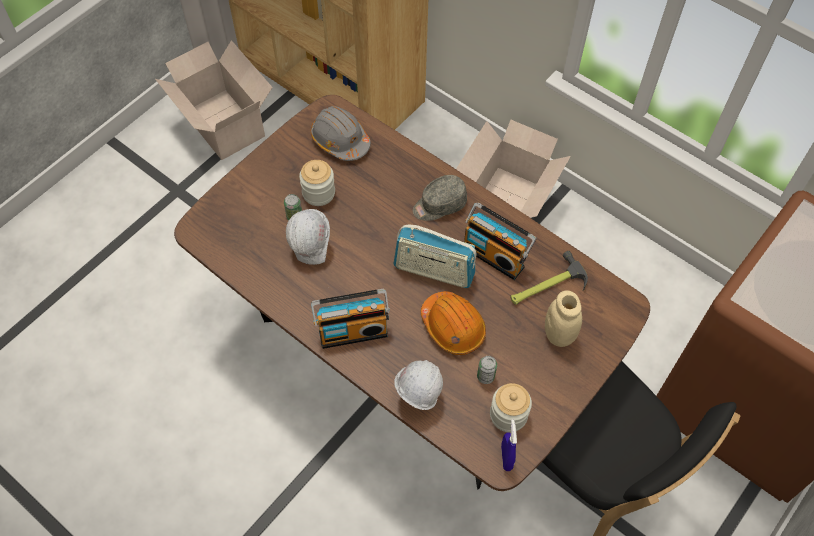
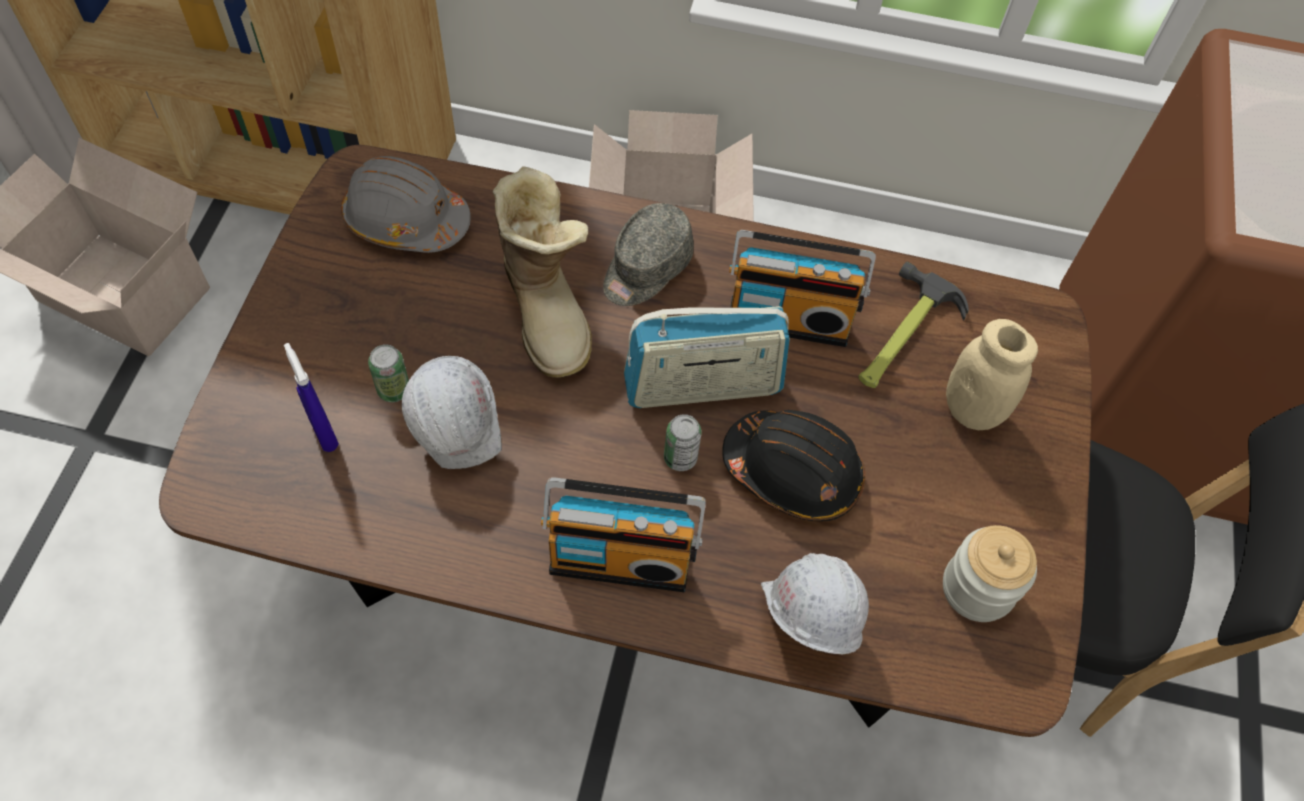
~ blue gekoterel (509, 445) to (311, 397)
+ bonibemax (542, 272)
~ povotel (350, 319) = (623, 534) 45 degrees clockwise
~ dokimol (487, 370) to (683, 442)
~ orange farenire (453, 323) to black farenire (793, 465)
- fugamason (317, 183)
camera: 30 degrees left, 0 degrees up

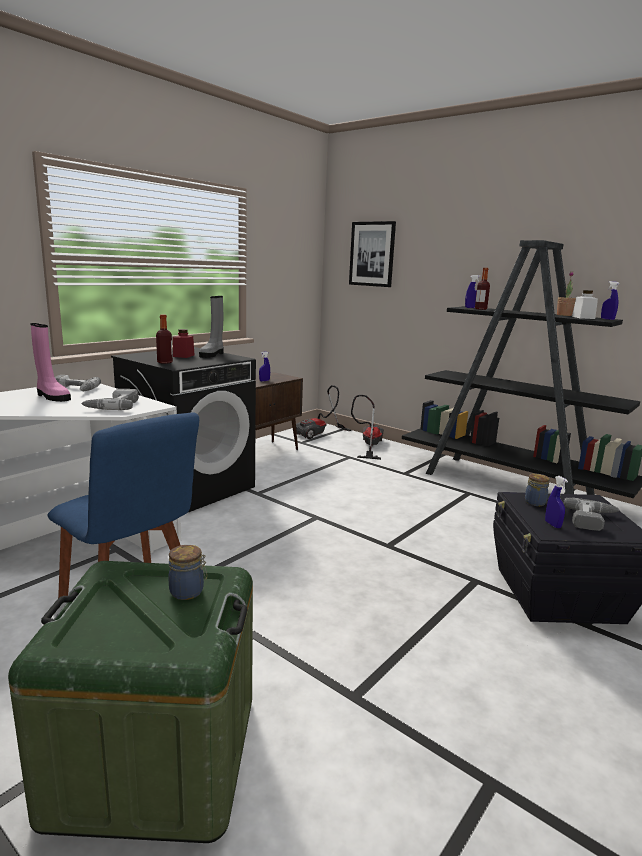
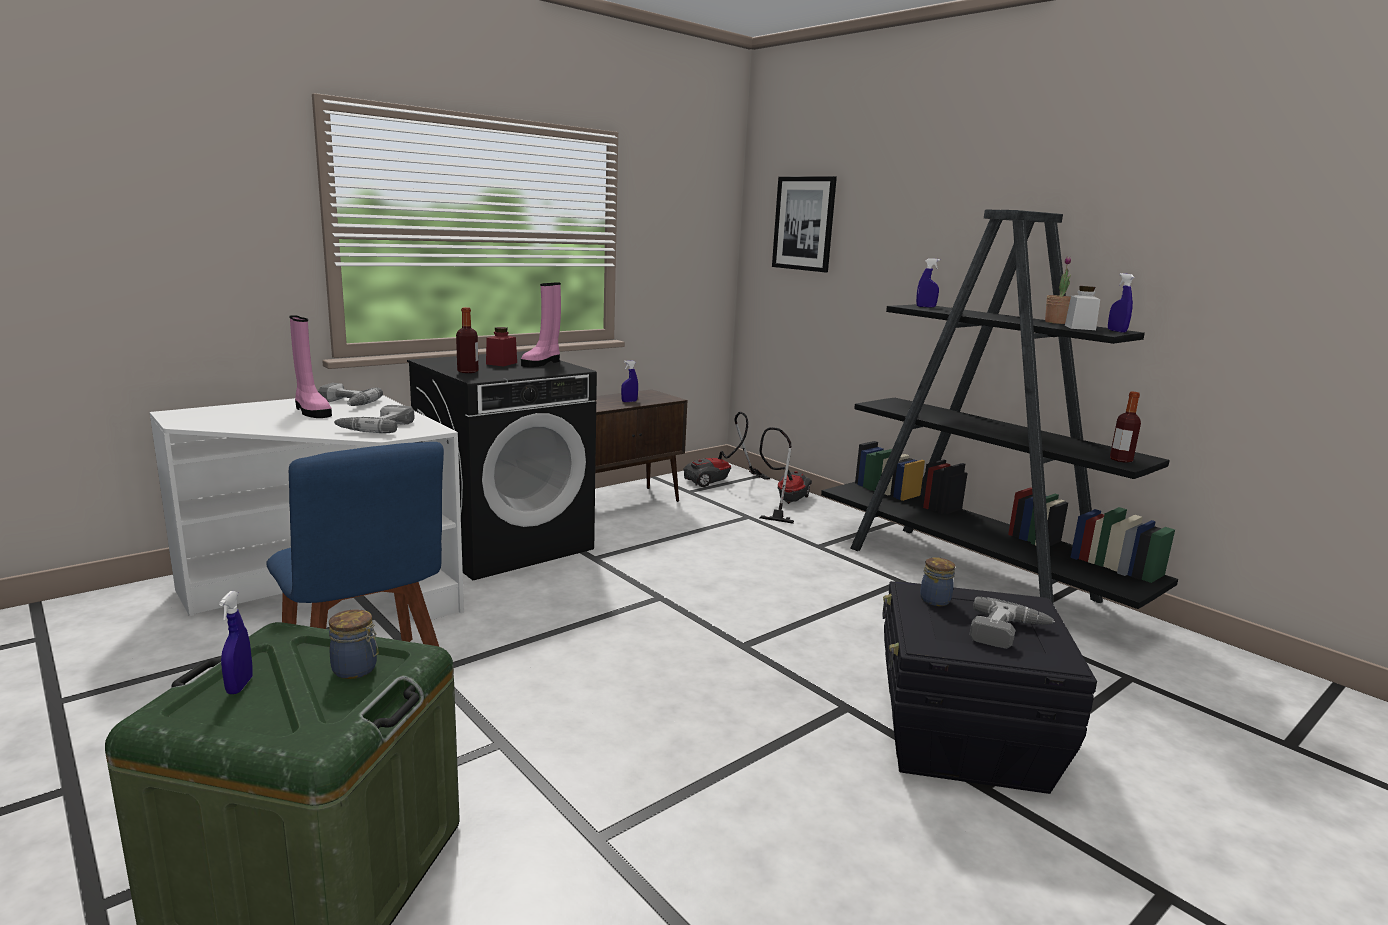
~ blue gekoterel (556, 502) to (236, 642)
~ grey bonibemax (211, 327) to pink bonibemax (541, 324)
~ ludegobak (482, 289) to (1125, 427)
camera: 10 degrees right, 0 degrees up

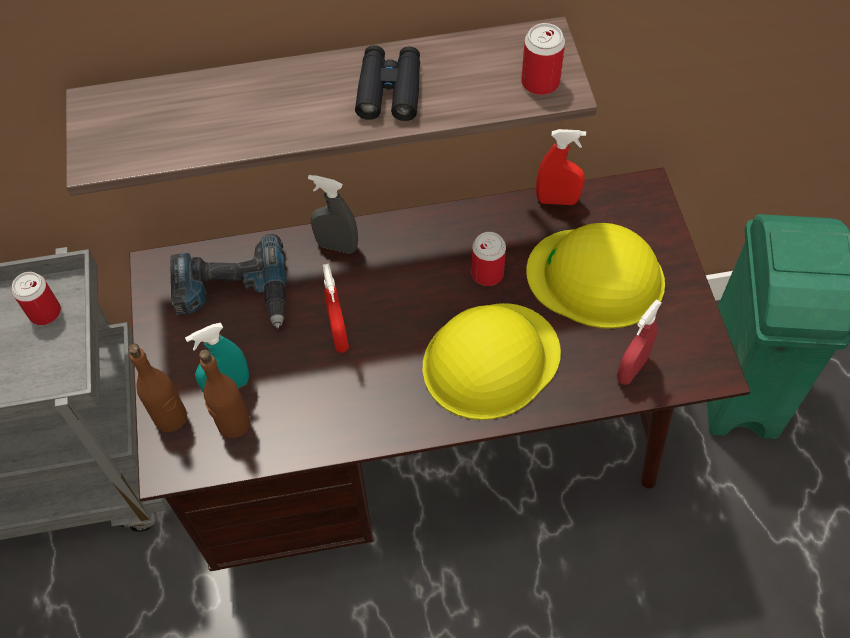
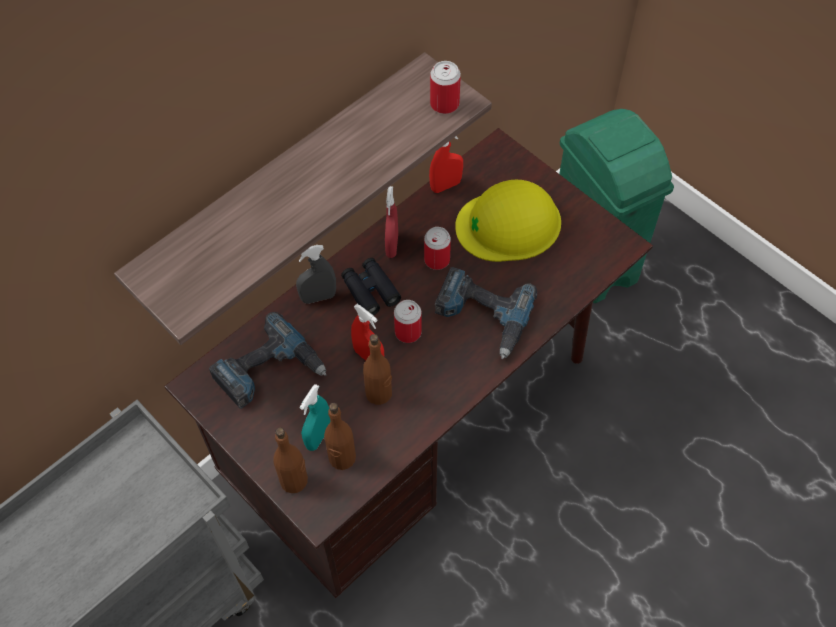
~ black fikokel (387, 83) to (371, 287)
+ brown ludegobak (377, 369)
~ red gekoterel (639, 342) to (391, 222)
~ dokimol (36, 298) to (408, 321)
~ yellow farenire (492, 361) to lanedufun (486, 313)
camera: 35 degrees left, 0 degrees up

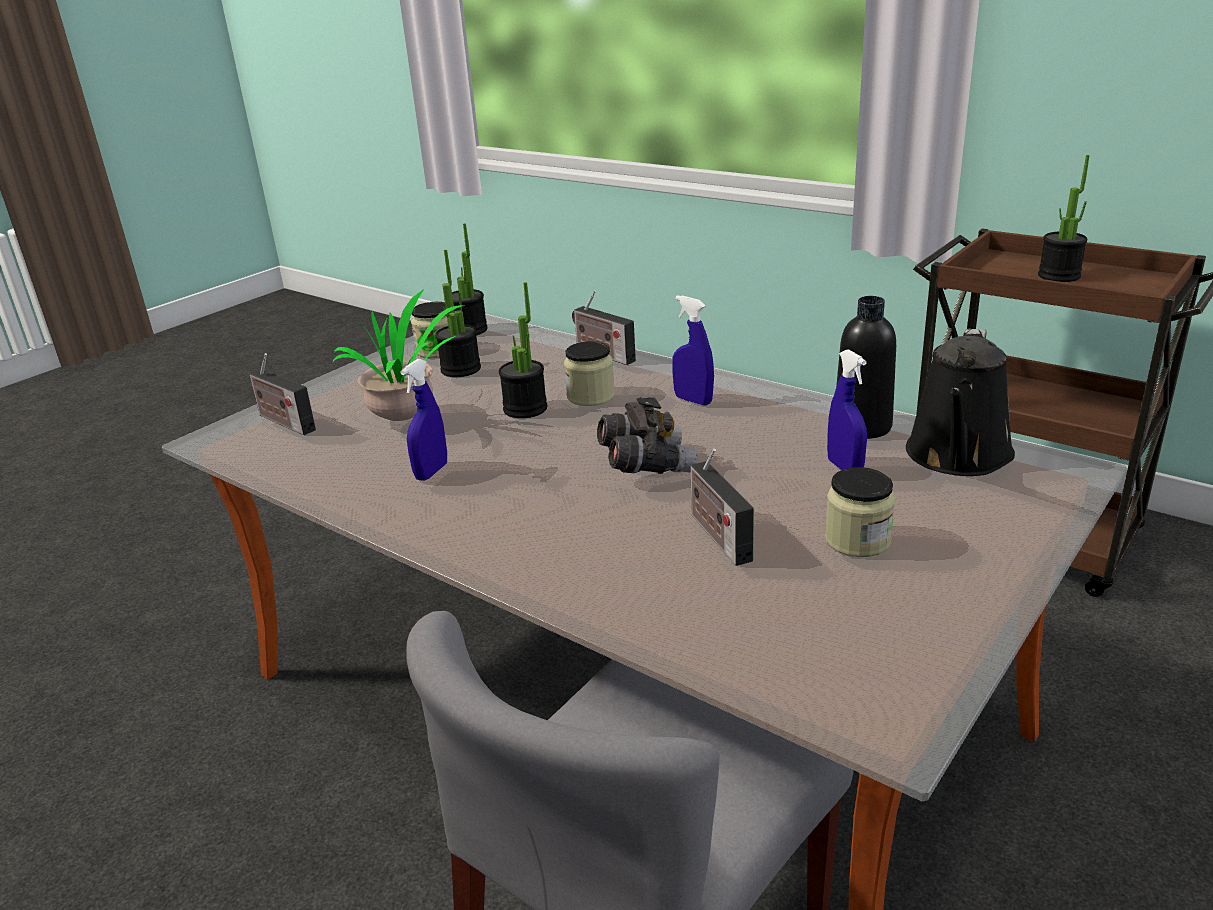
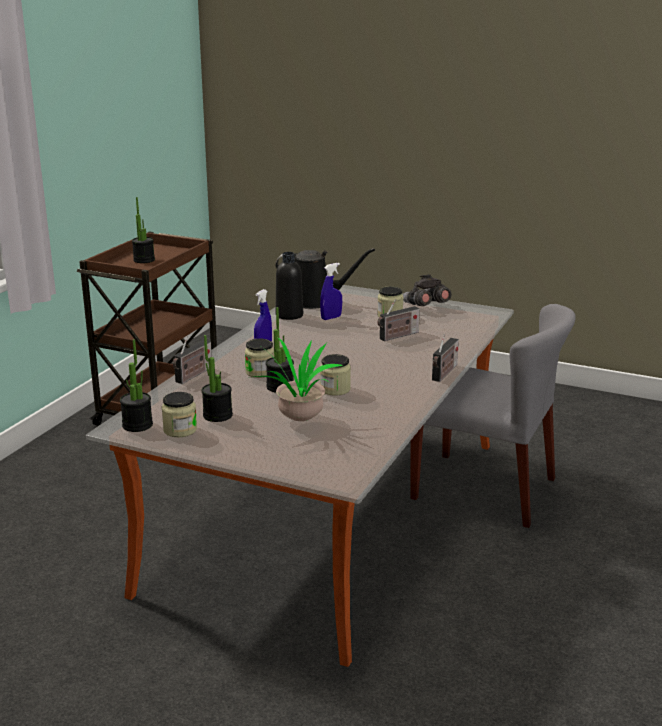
+ fugamason (335, 375)
~ grey fikokel (647, 435) to (427, 290)
~ povotel (283, 394) to (445, 358)
- blue gekoterel (424, 420)
camera: 105 degrees left, 5 degrees down

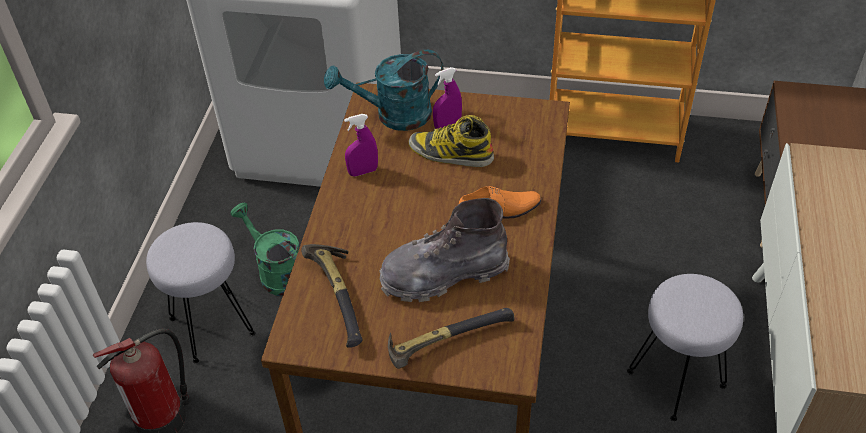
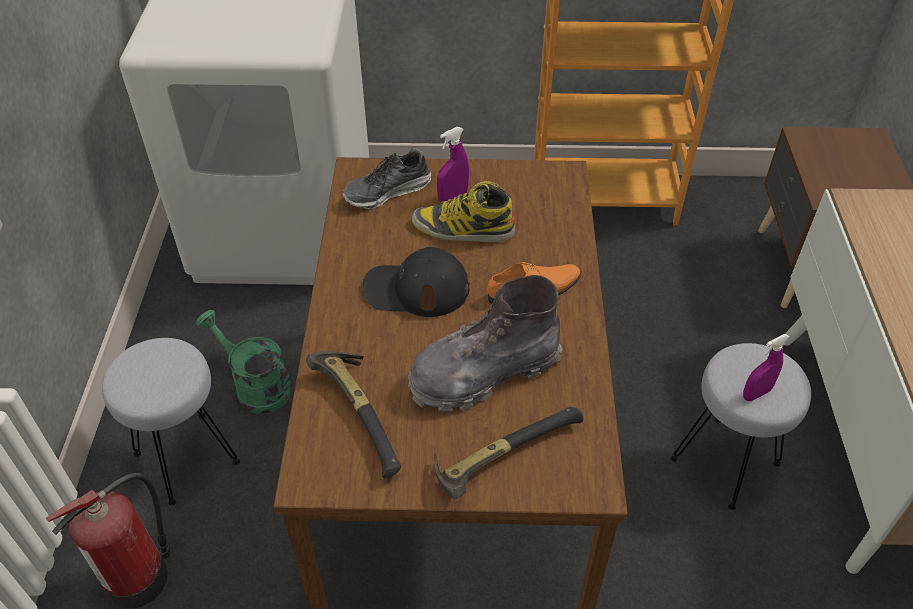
~ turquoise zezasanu (384, 90) to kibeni (387, 178)
+ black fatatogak (416, 282)
~ purple gekoterel (361, 145) to (766, 367)
camera: 10 degrees left, 0 degrees up

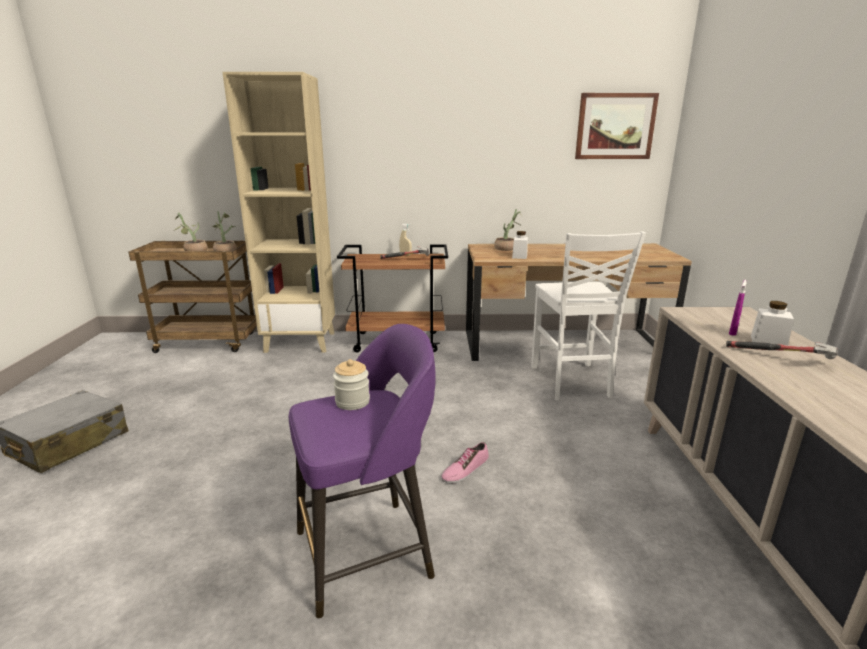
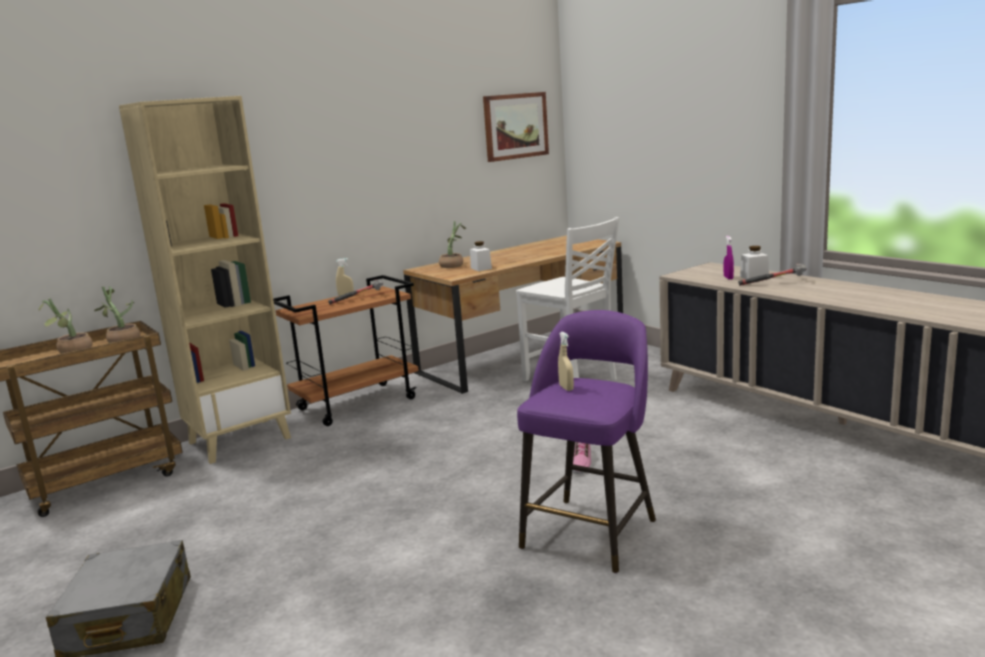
~ fugamason (351, 384) to beige gekoterel (566, 361)
camera: 35 degrees left, 5 degrees down

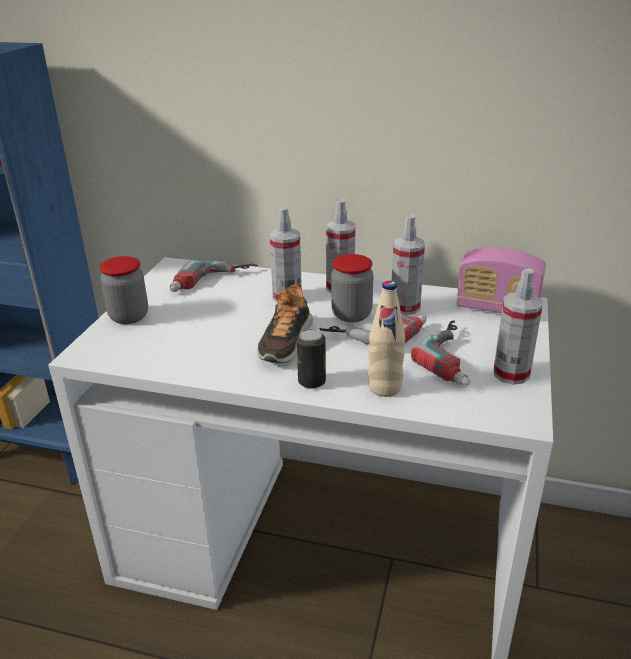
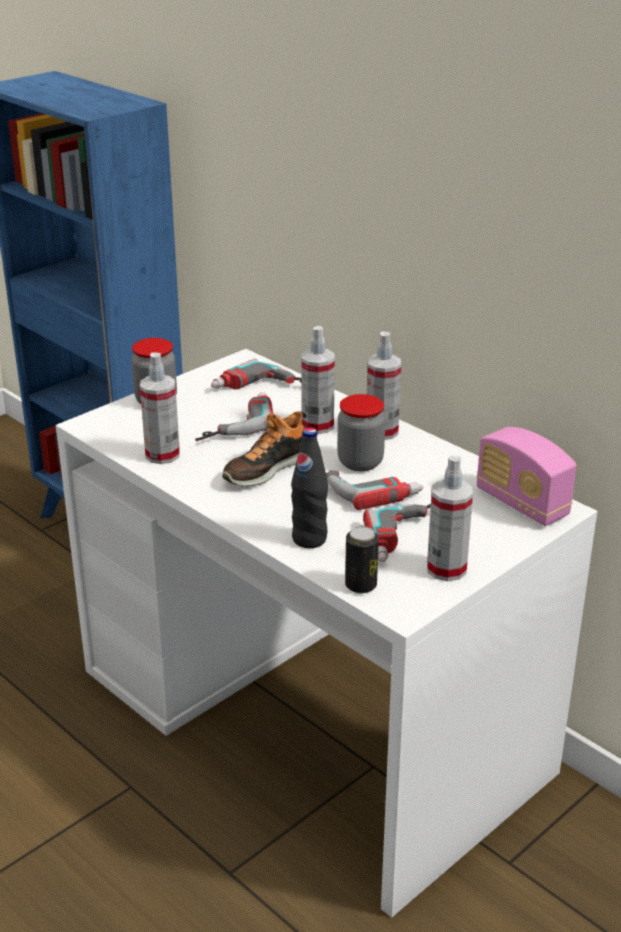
~ gekoterel (408, 265) to (160, 408)
+ lanedufun (234, 416)
~ beige ludegobak (386, 339) to black ludegobak (309, 488)
~ dokimol (311, 359) to (362, 559)
camera: 30 degrees right, 0 degrees up

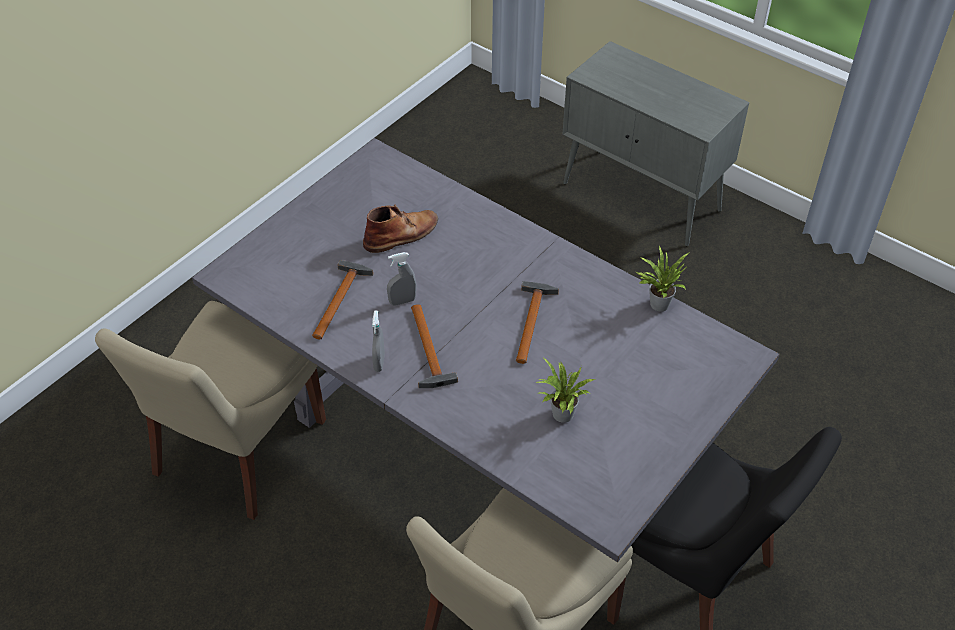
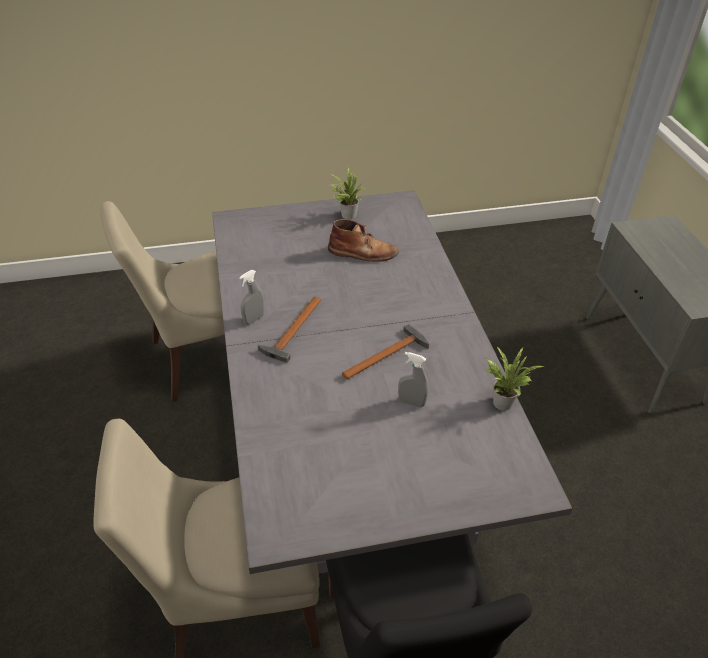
~ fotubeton (565, 390) to (348, 193)
~ grey gekoterel (401, 279) to (413, 380)
- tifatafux (342, 299)
camera: 40 degrees right, 5 degrees down

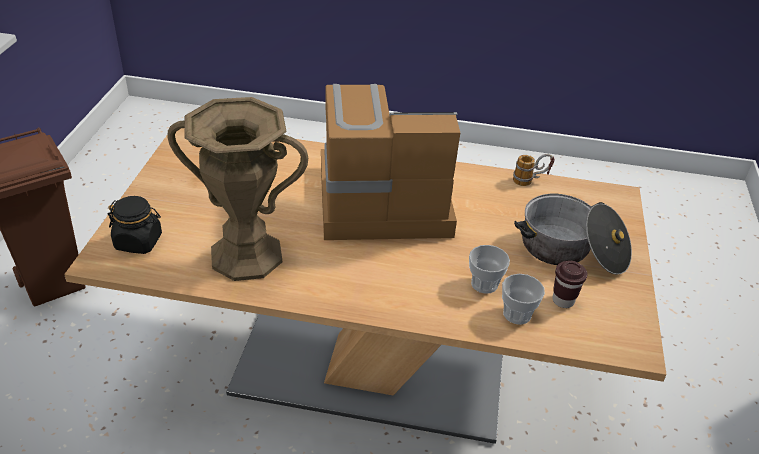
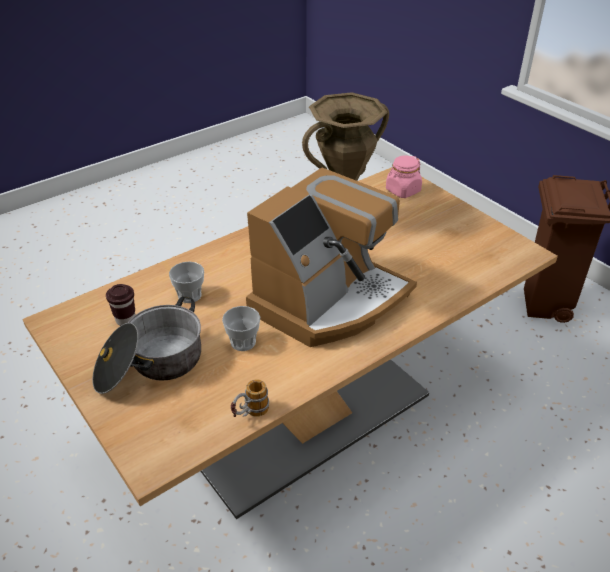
~ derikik (523, 299) to (241, 328)
~ black fugamason (135, 225) to pink fugamason (404, 177)
camera: 135 degrees right, 0 degrees up

